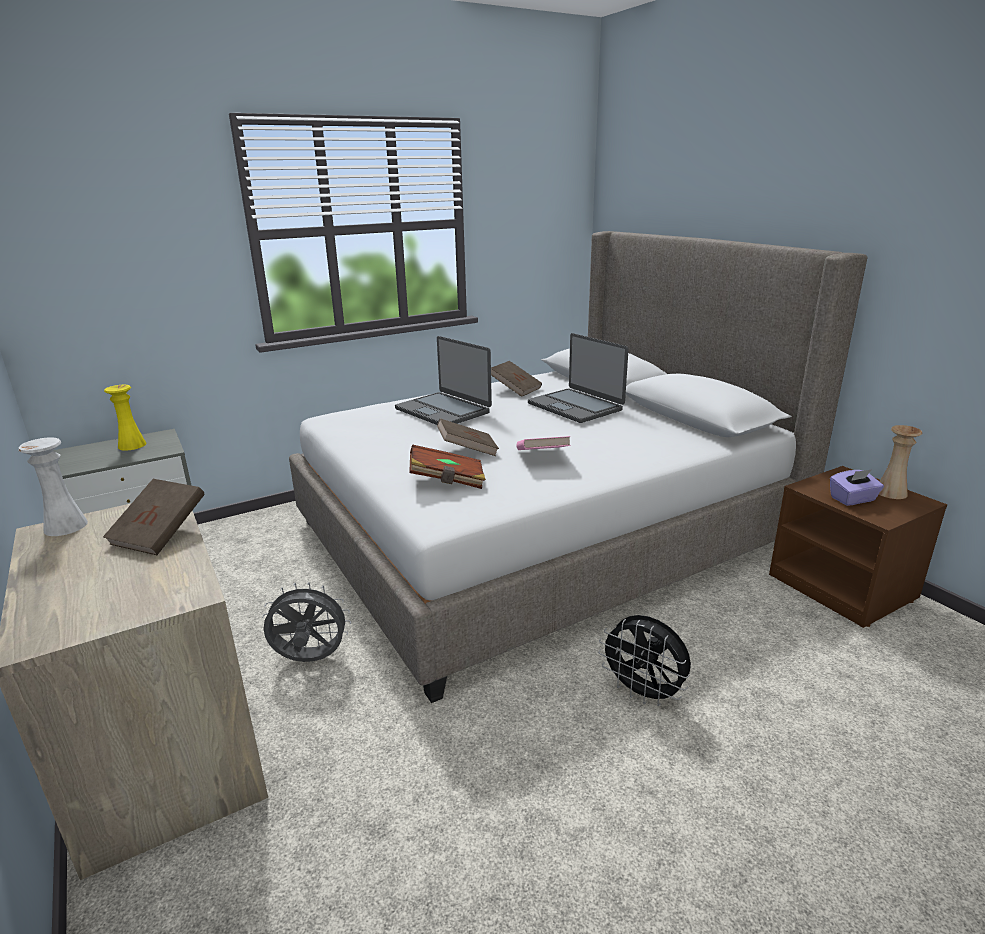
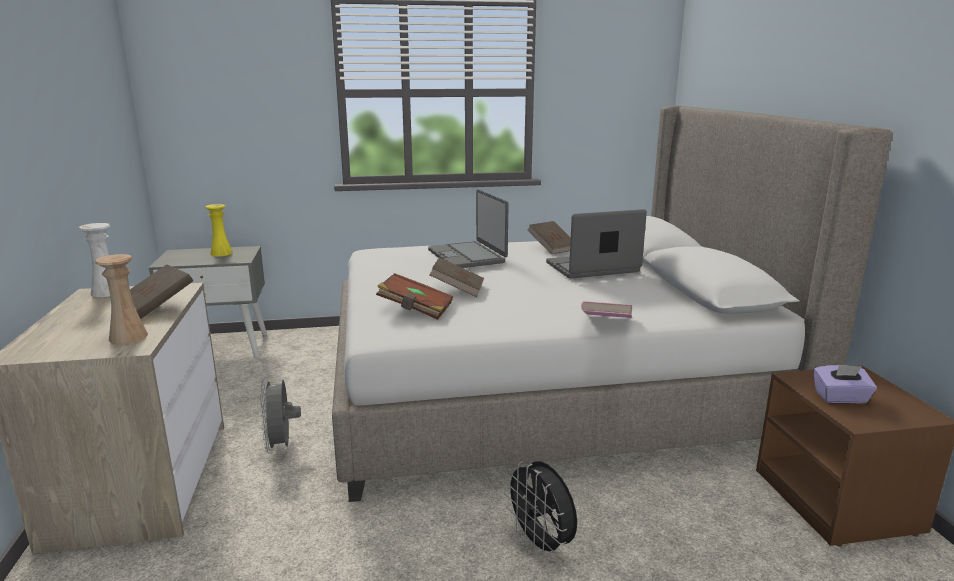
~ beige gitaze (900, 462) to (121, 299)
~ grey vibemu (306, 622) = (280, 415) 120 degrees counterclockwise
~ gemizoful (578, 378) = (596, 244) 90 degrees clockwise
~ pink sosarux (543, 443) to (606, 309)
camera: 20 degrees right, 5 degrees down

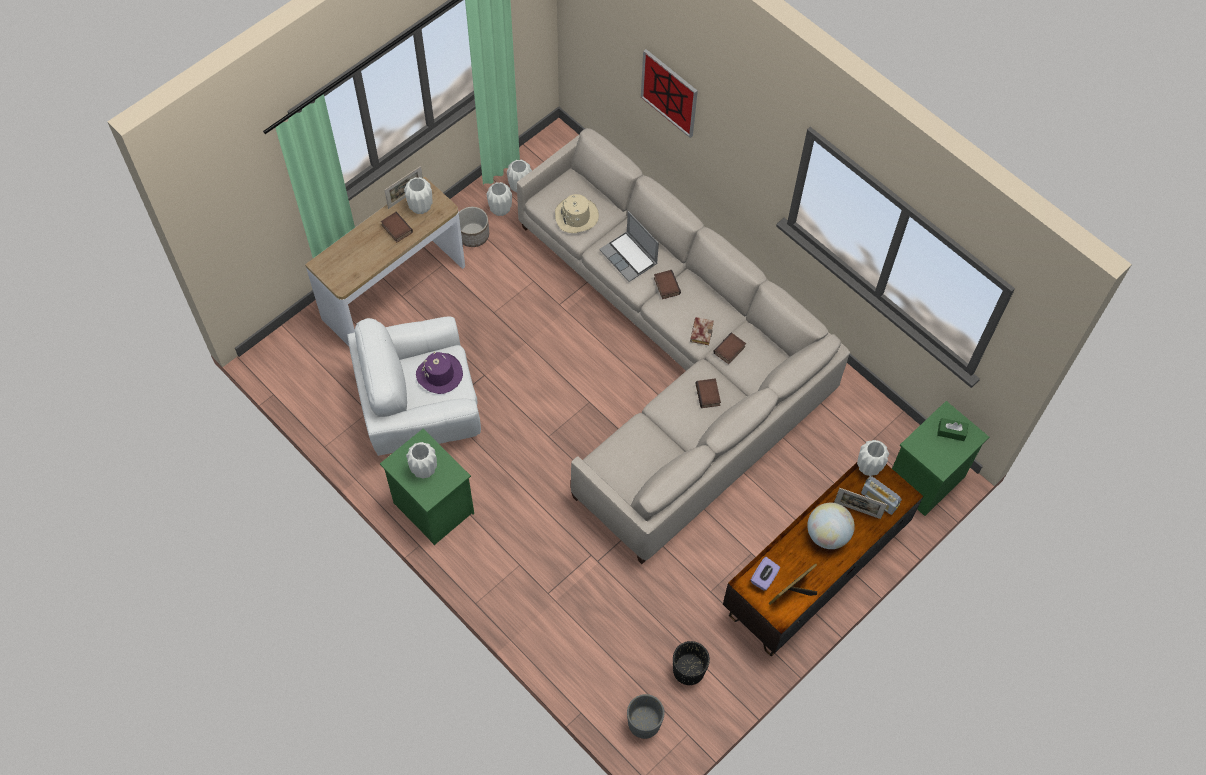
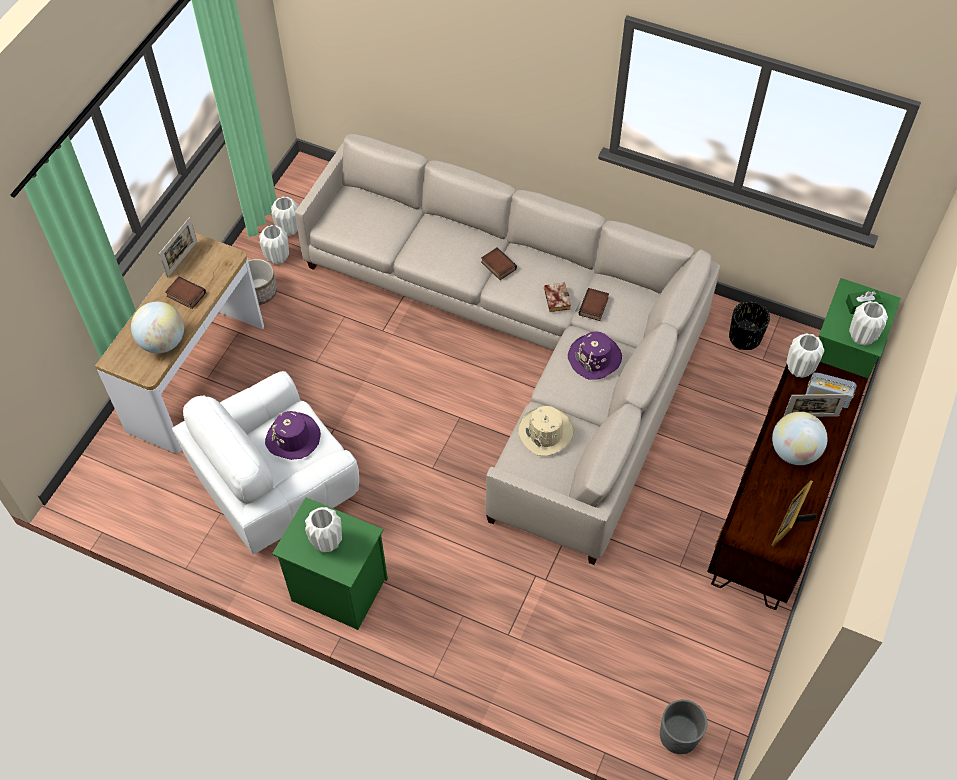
+ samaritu (157, 328)
~ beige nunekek (577, 213) to (546, 431)
~ sosarux (708, 393) to purple nunekek (595, 355)
~ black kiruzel (691, 663) to (749, 325)
~ white gitaze (418, 195) to (868, 323)
- gemizoful (629, 246)
- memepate (669, 93)
- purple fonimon (765, 574)
camera: 20 degrees left, 5 degrees down

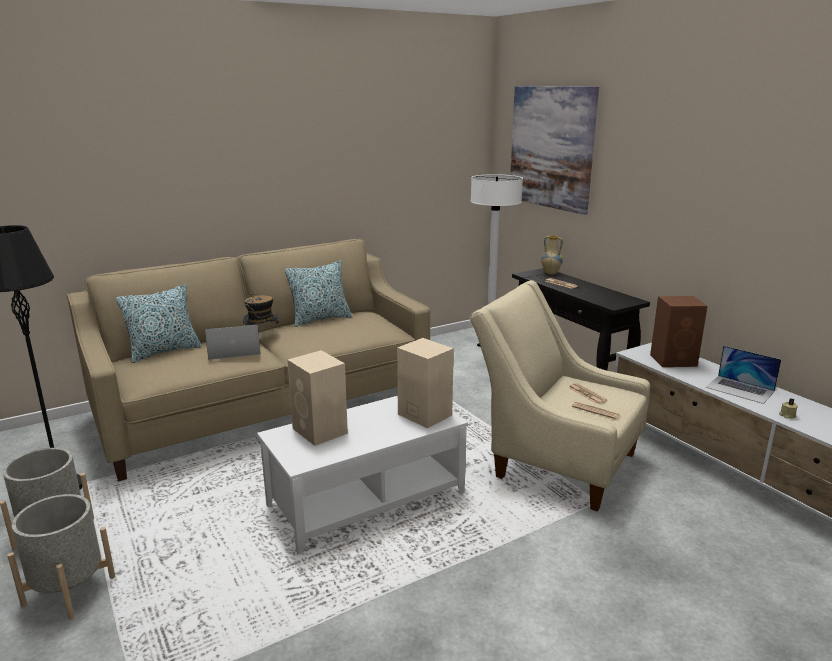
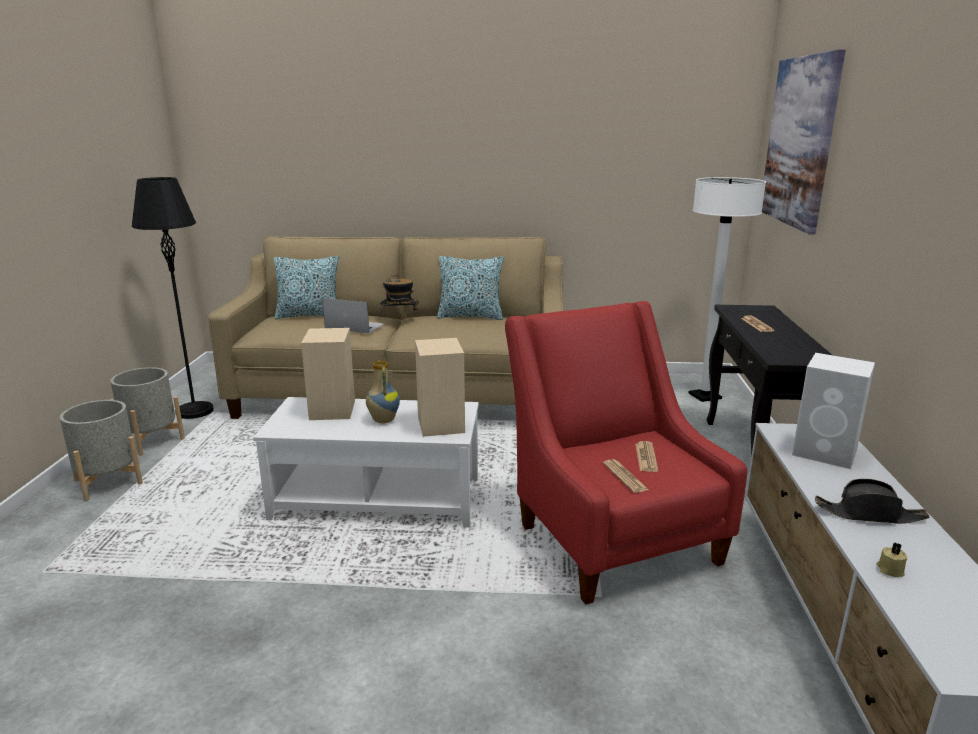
~ gitaze (552, 255) to (383, 392)
~ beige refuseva (560, 396) to red refuseva (626, 453)
~ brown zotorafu (679, 331) to white zotorafu (833, 411)
~ gemizoful (744, 375) to black nunekek (872, 501)
camera: 35 degrees right, 0 degrees up

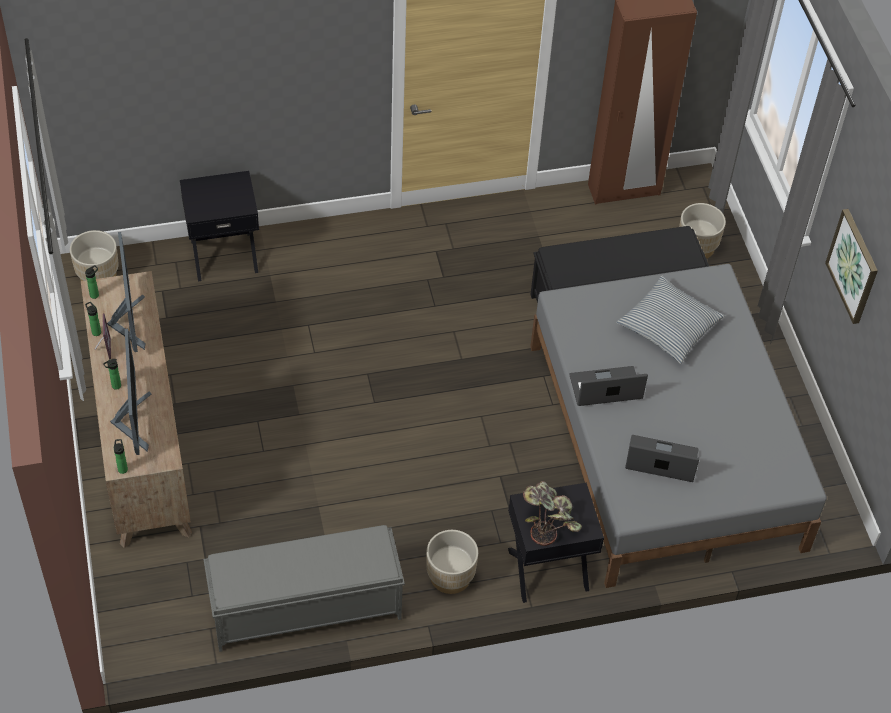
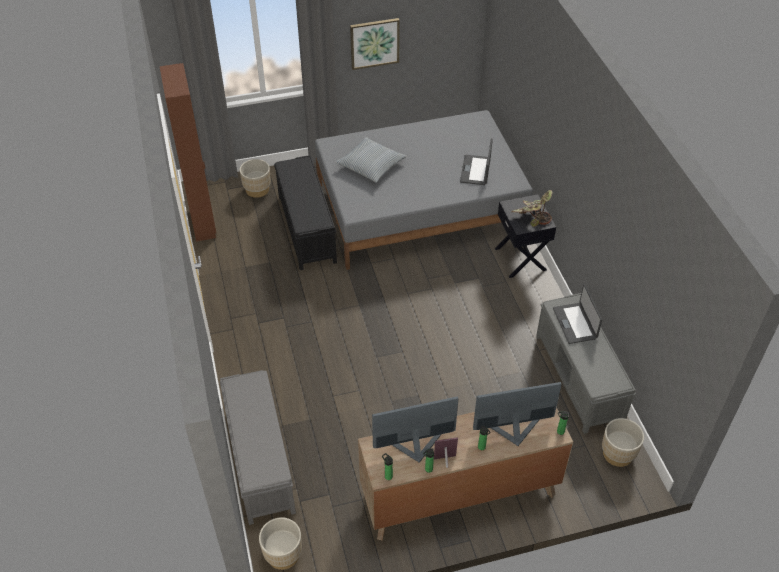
~ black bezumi (219, 226) to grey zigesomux (258, 447)
~ gemizoful (609, 386) to (577, 314)
~ beige kiruzel (452, 562) to (623, 442)
camera: 90 degrees left, 5 degrees down

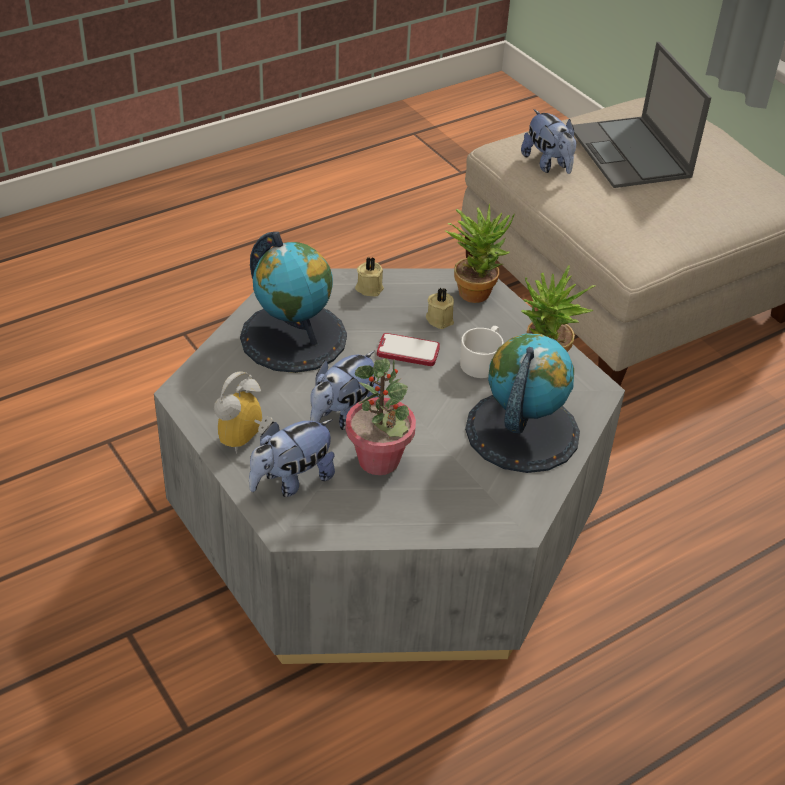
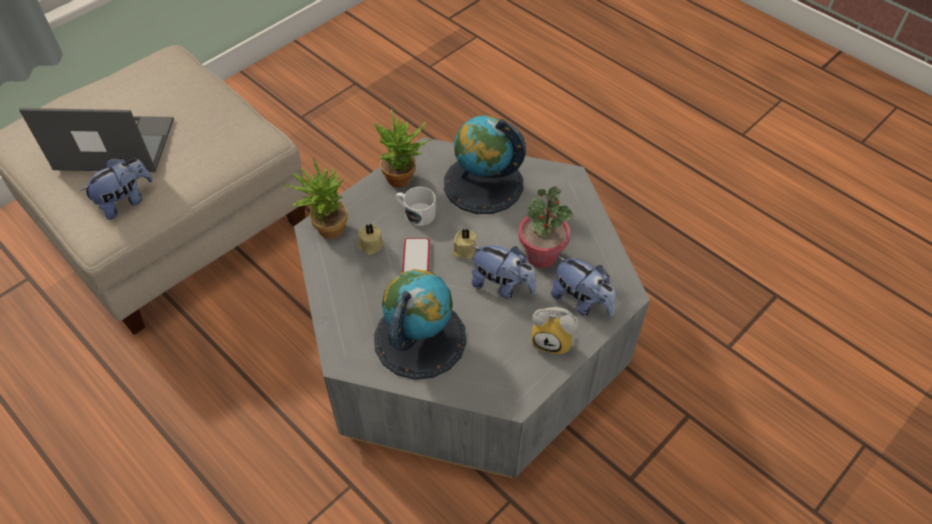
~ gemizoful (642, 115) = (96, 140) 150 degrees counterclockwise
~ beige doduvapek (369, 276) to (464, 243)
camera: 100 degrees left, 10 degrees up

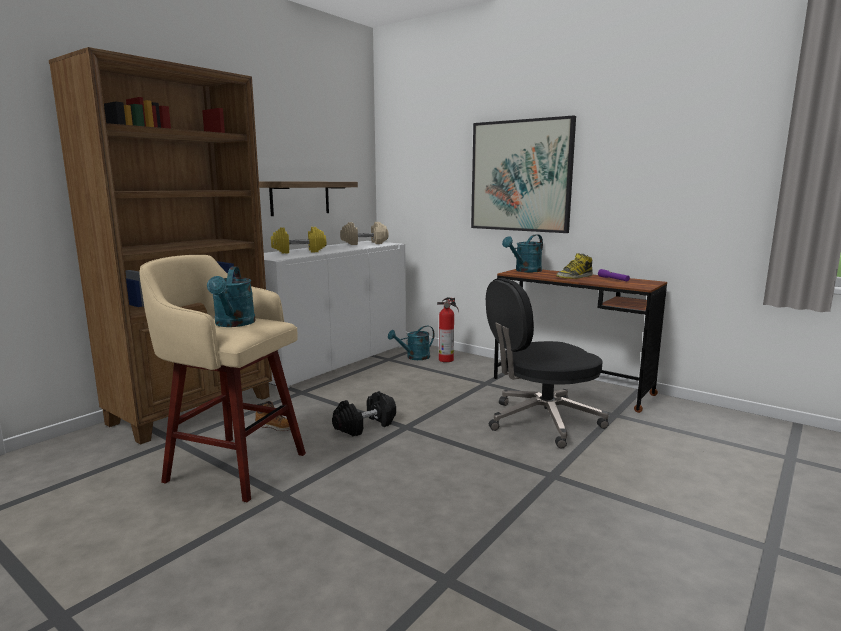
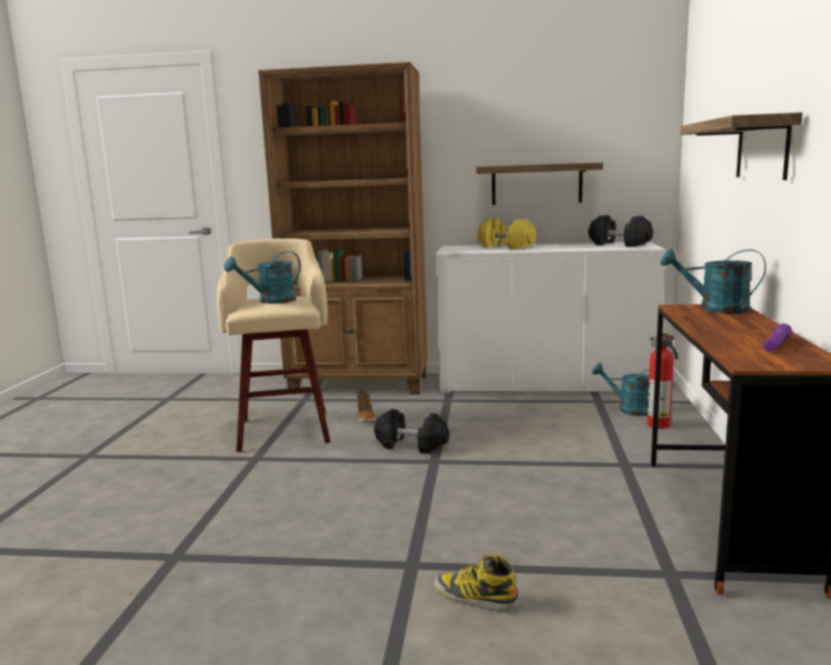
~ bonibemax (574, 266) to (476, 583)
~ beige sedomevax (364, 233) to black sedomevax (620, 231)
~ memepate (523, 174) to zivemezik (742, 146)
- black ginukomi (547, 363)
camera: 60 degrees right, 0 degrees up

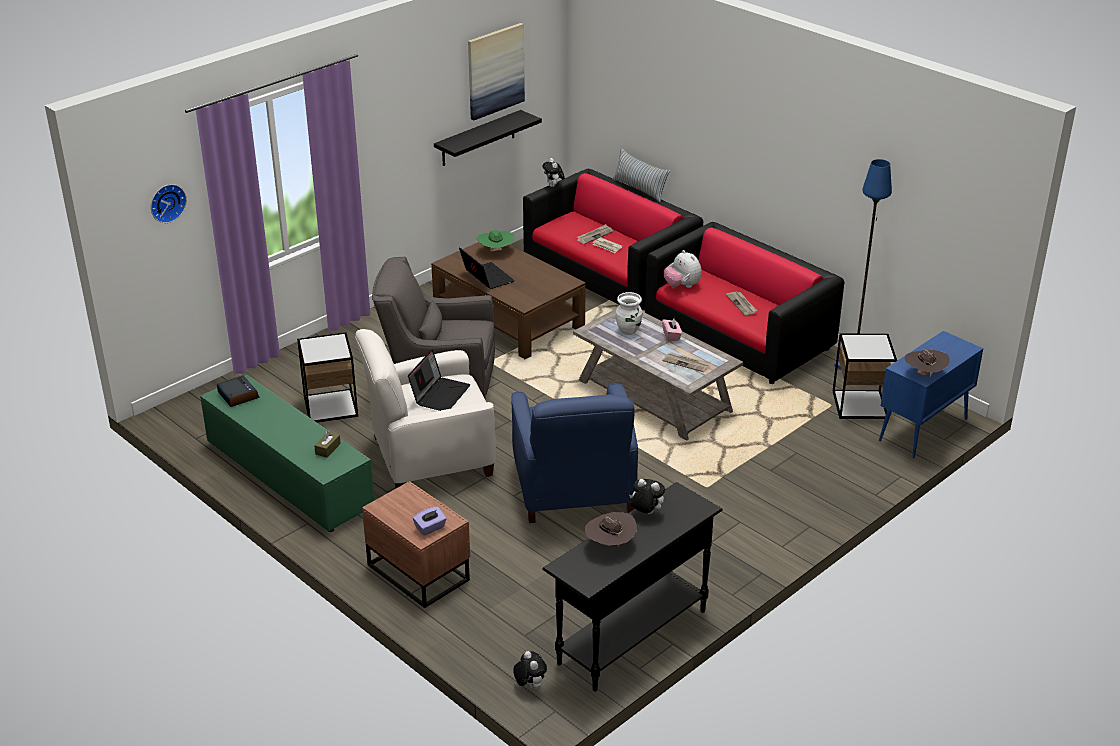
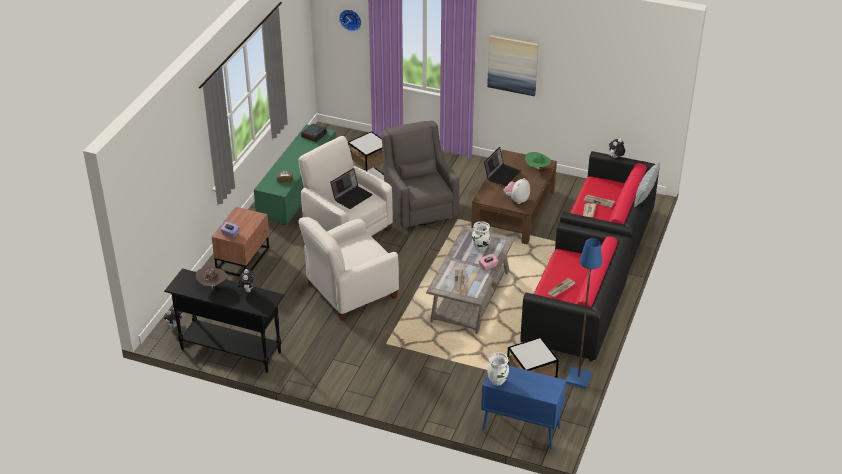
~ blue refuseva (574, 453) to white refuseva (349, 269)
~ gemizoful (439, 380) = (351, 188) 45 degrees counterclockwise
~ memepate (496, 72) to (513, 65)
~ brown nunekek (927, 363) to white gitaze (498, 369)
~ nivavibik (683, 269) to (516, 191)
- black zivemezik (488, 138)
camera: 65 degrees right, 5 degrees up

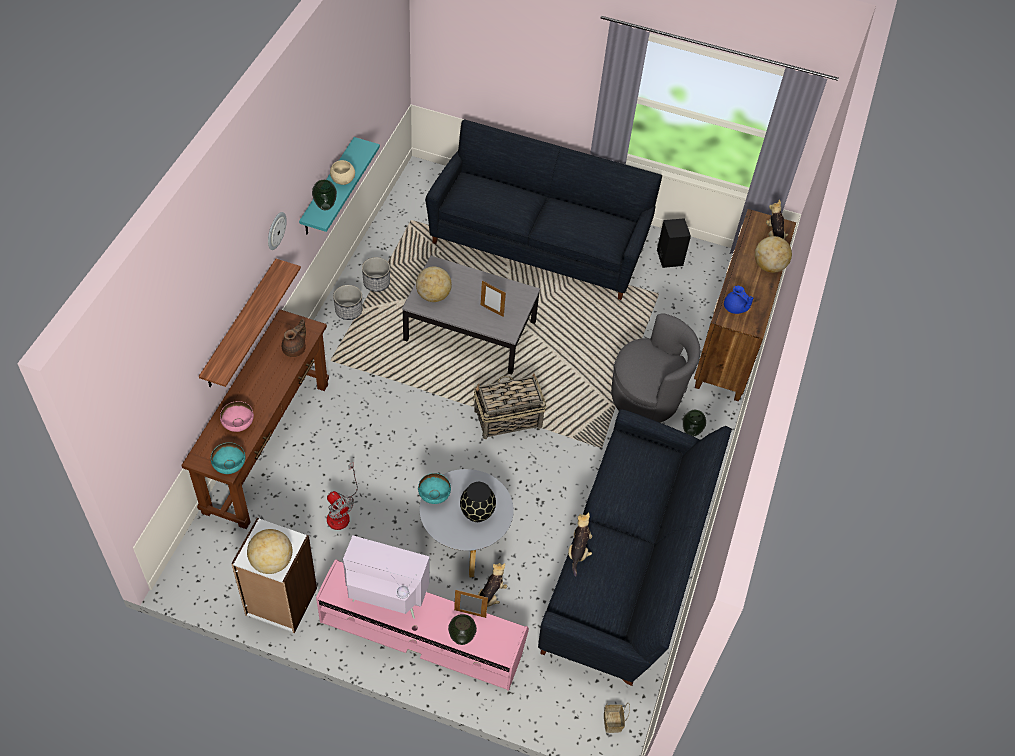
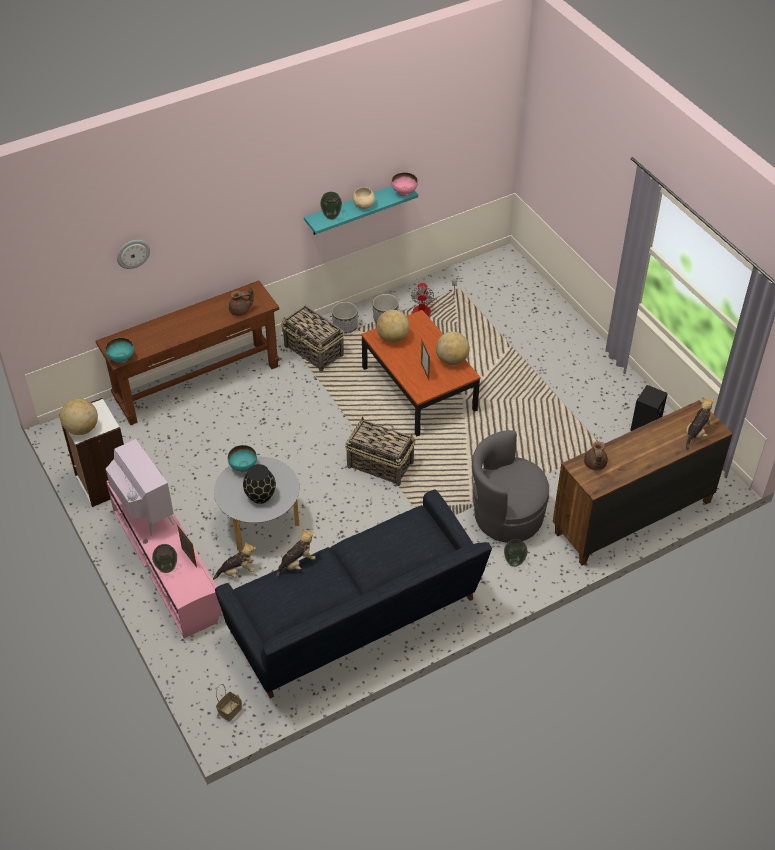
~ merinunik (277, 231) to (133, 254)
+ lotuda (312, 339)
~ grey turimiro (471, 315) to brown turimiro (421, 373)
~ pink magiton (237, 416) to (404, 184)
~ vibemu (342, 496) to (434, 298)
~ samaritu (773, 254) to (453, 348)
~ grey refuseva (655, 368) = (510, 486) 150 degrees clockwise
~ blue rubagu (738, 300) to brown rubagu (596, 456)
- zivemezik (250, 323)
- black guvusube (543, 209)
camera: 45 degrees right, 5 degrees down

